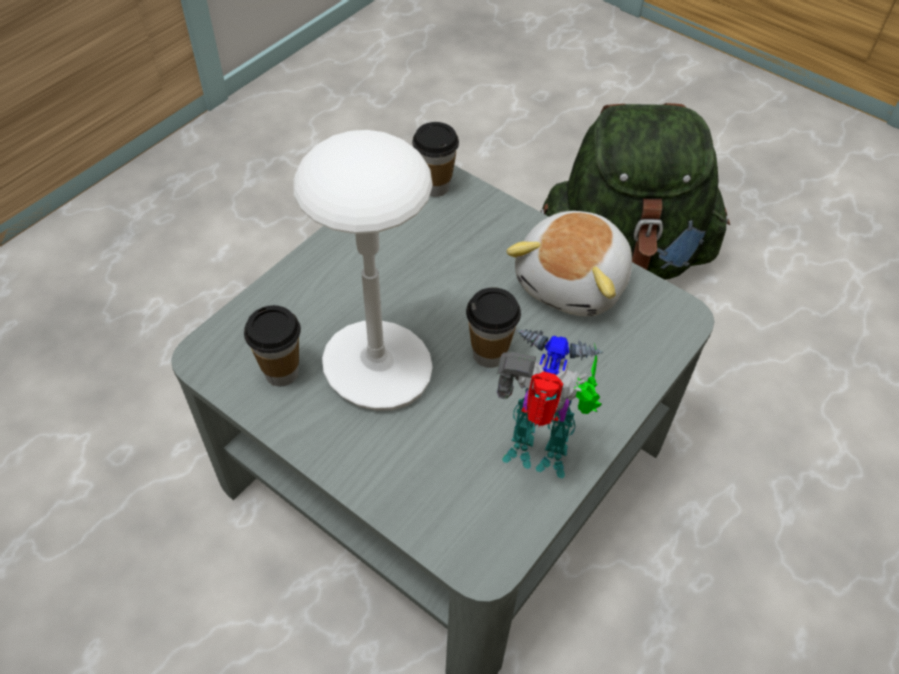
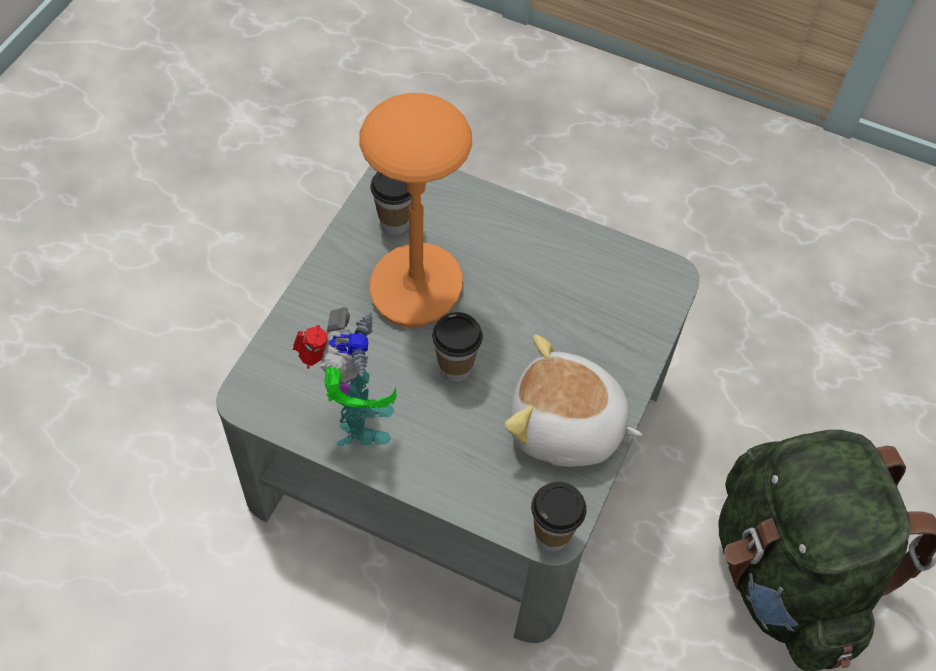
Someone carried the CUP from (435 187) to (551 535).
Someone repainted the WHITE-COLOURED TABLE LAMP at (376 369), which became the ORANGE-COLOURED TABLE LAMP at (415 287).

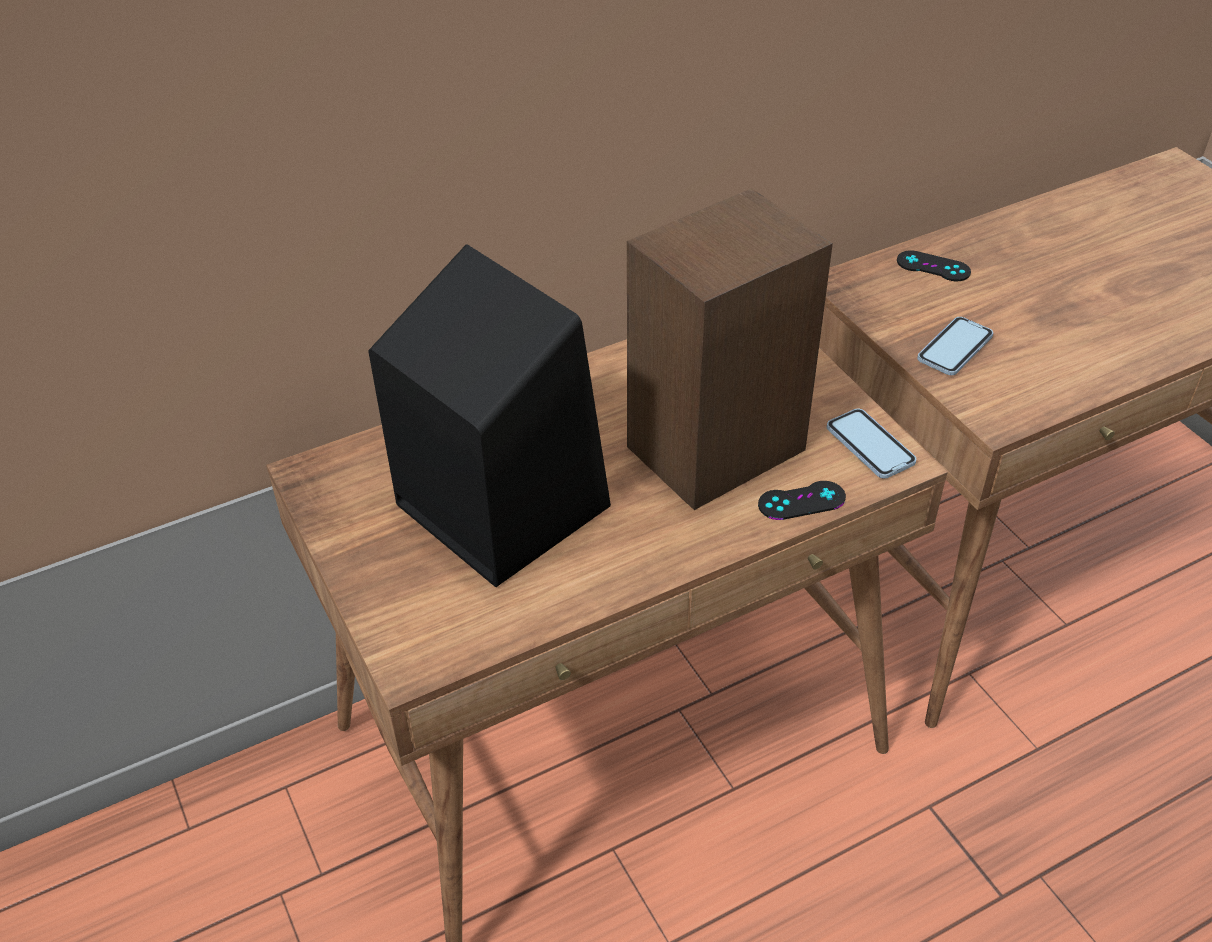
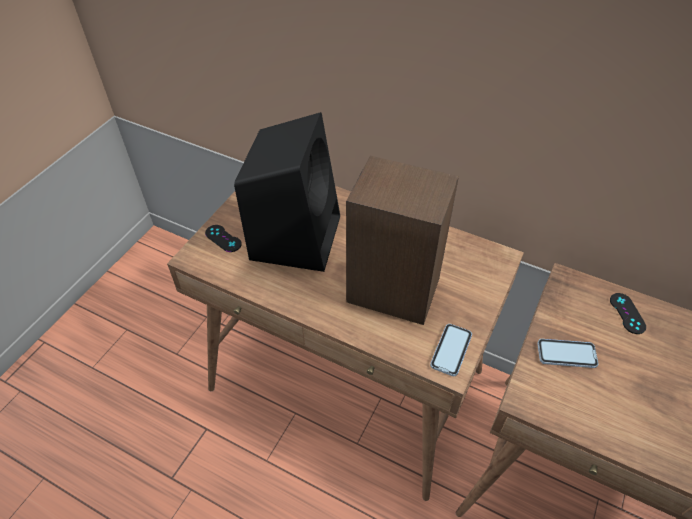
Someone carried the BLACK GAMEPAD from (801 501) to (223 238).

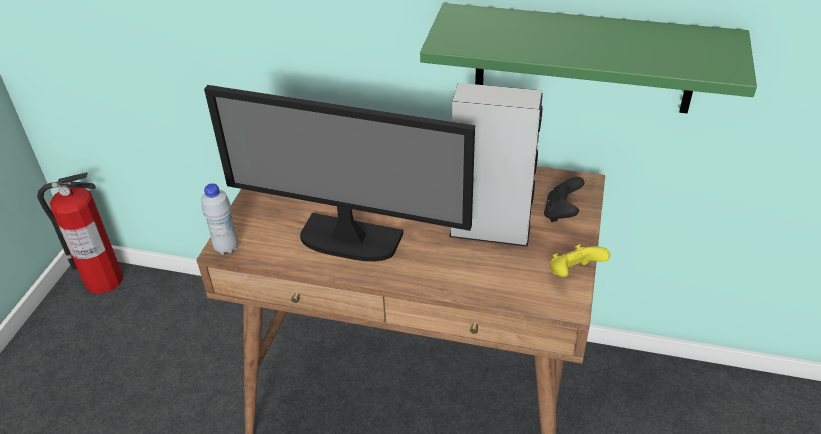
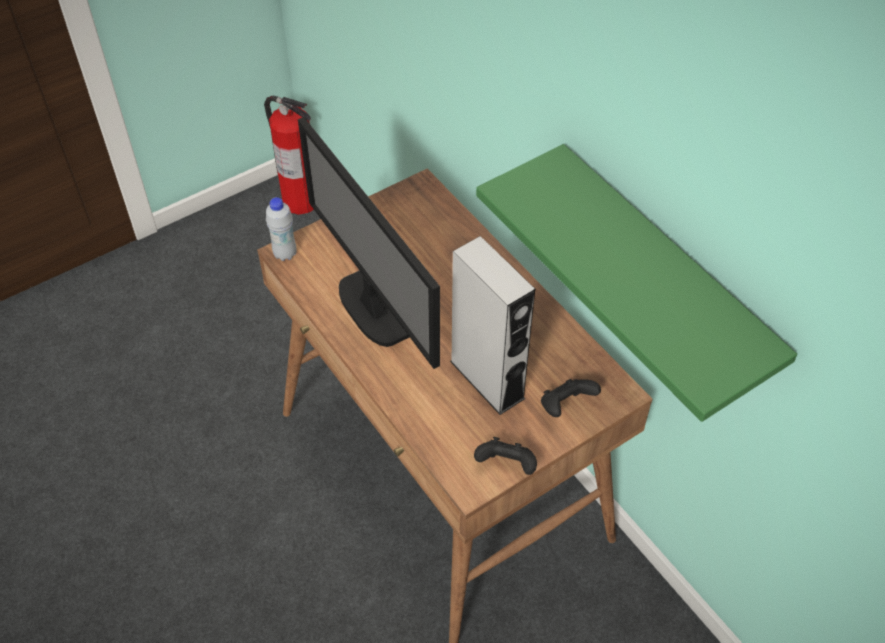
Someone repainted the YELLOWISH GAMEPAD at (573 274), which became the BLACK GAMEPAD at (506 465).

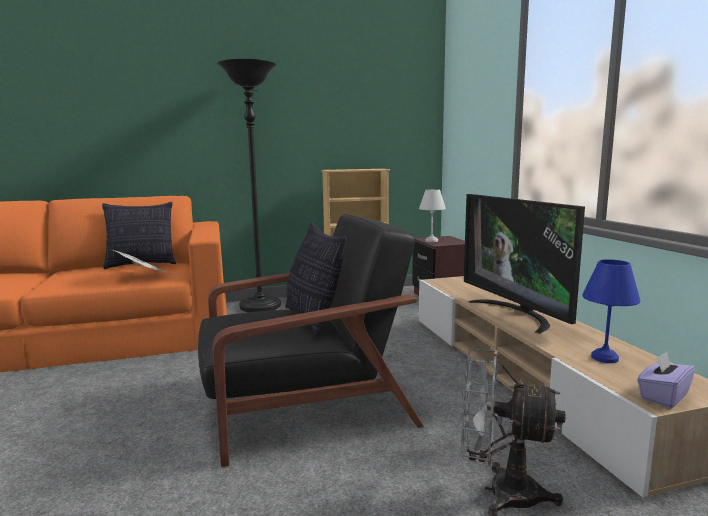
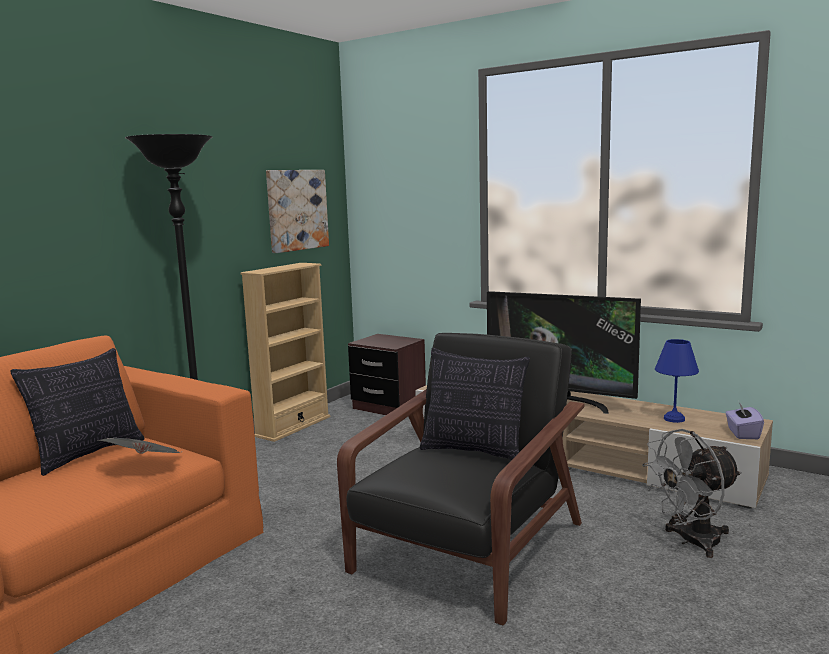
Someone took away the WHITE-COLOURED TABLE LAMP at (431 241).
Someone put up the WALL PICTURE at (296 210).

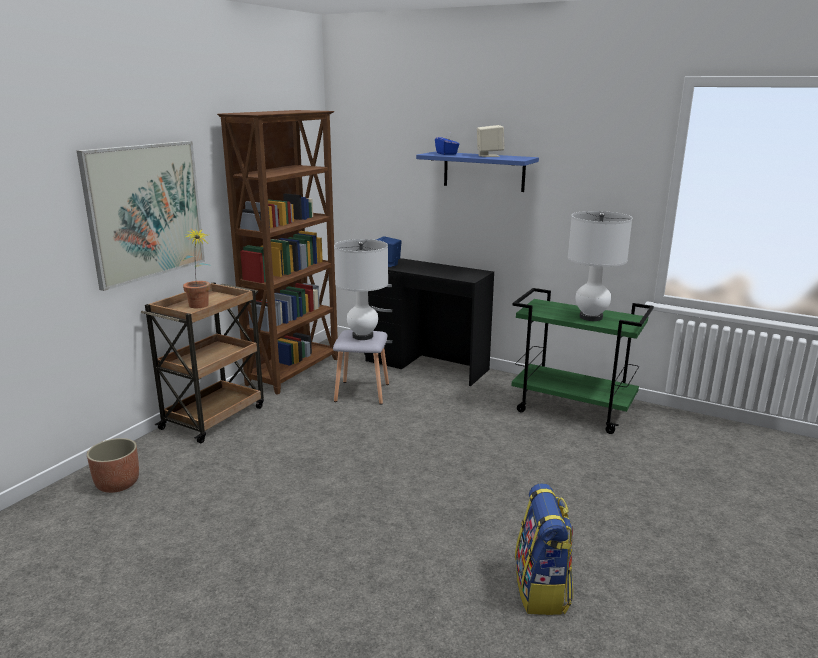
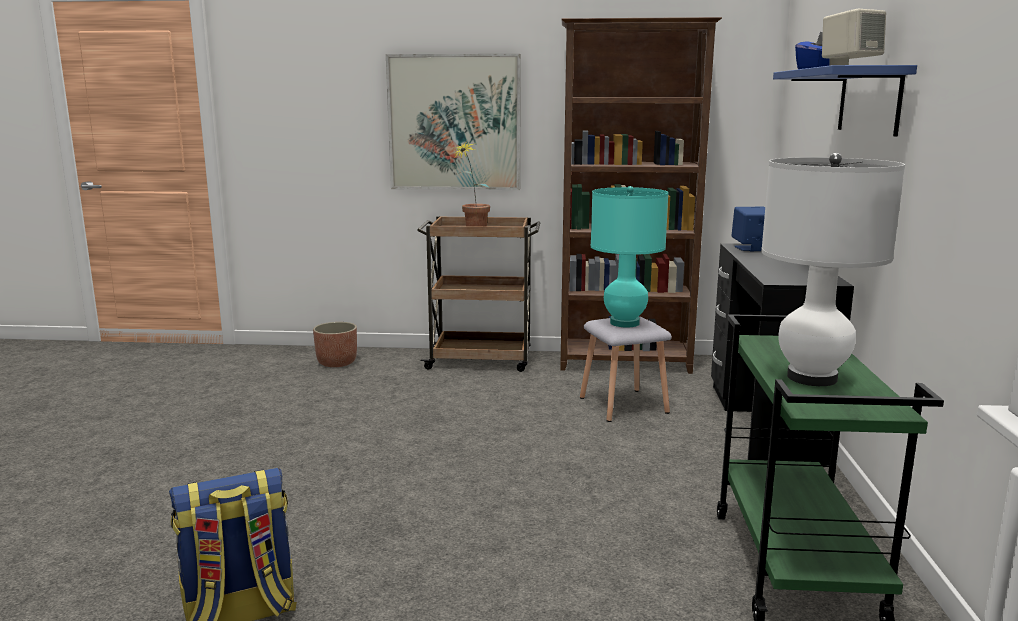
Someone repainted the WHITE-COLOURED TABLE LAMP at (363 336), which became the TURQUOISE-COLOURED TABLE LAMP at (624 323).

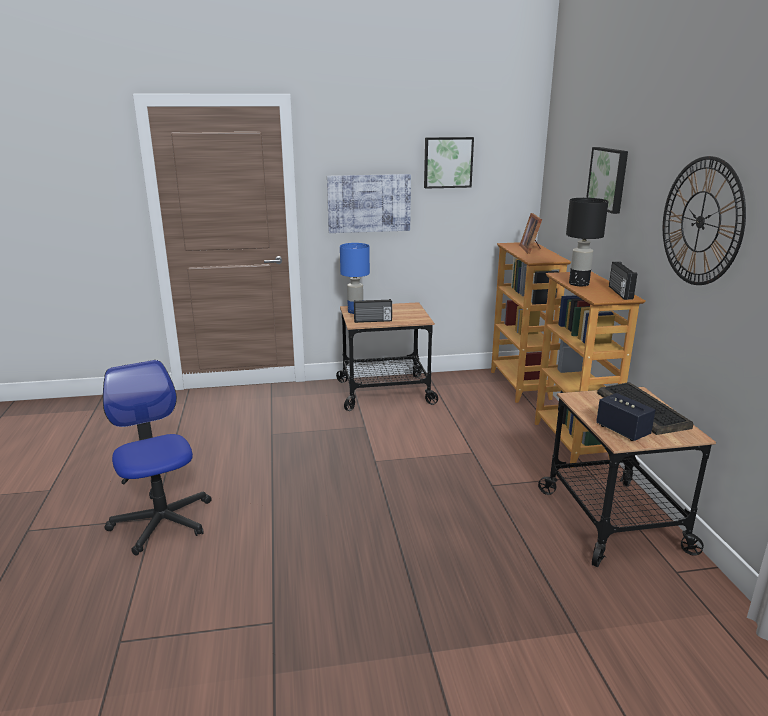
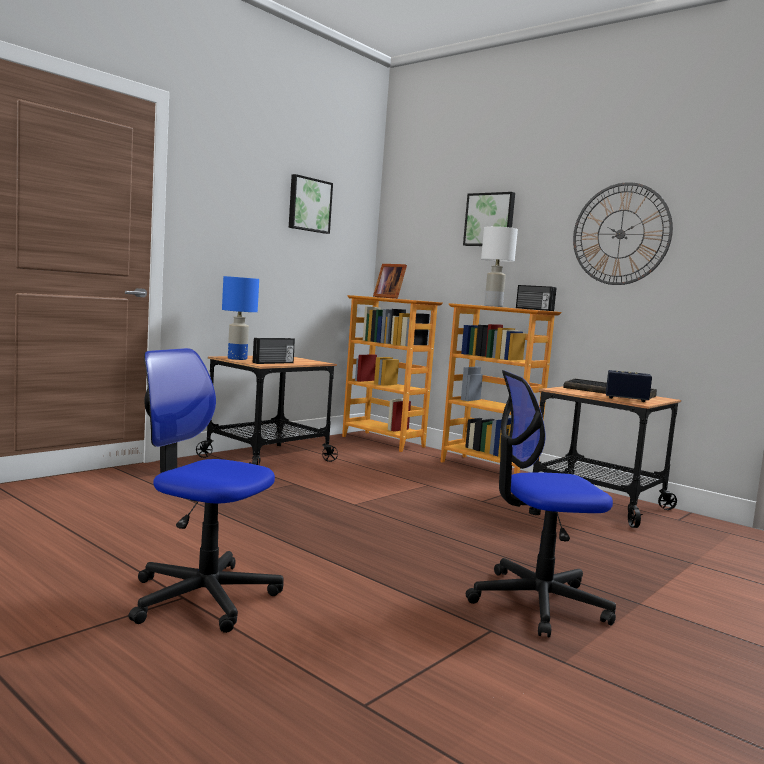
Someone took away the WALL PICTURE at (369 203).
Someone put down the COMPUTER CHAIR at (537 602).
Someone repainted the BLACK TABLE LAMP at (578 284), which became the WHITE-COLOURED TABLE LAMP at (492 306).

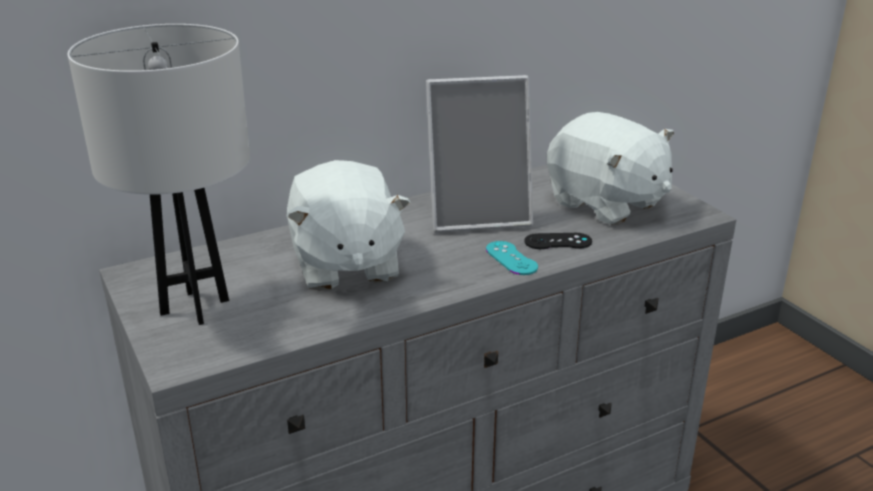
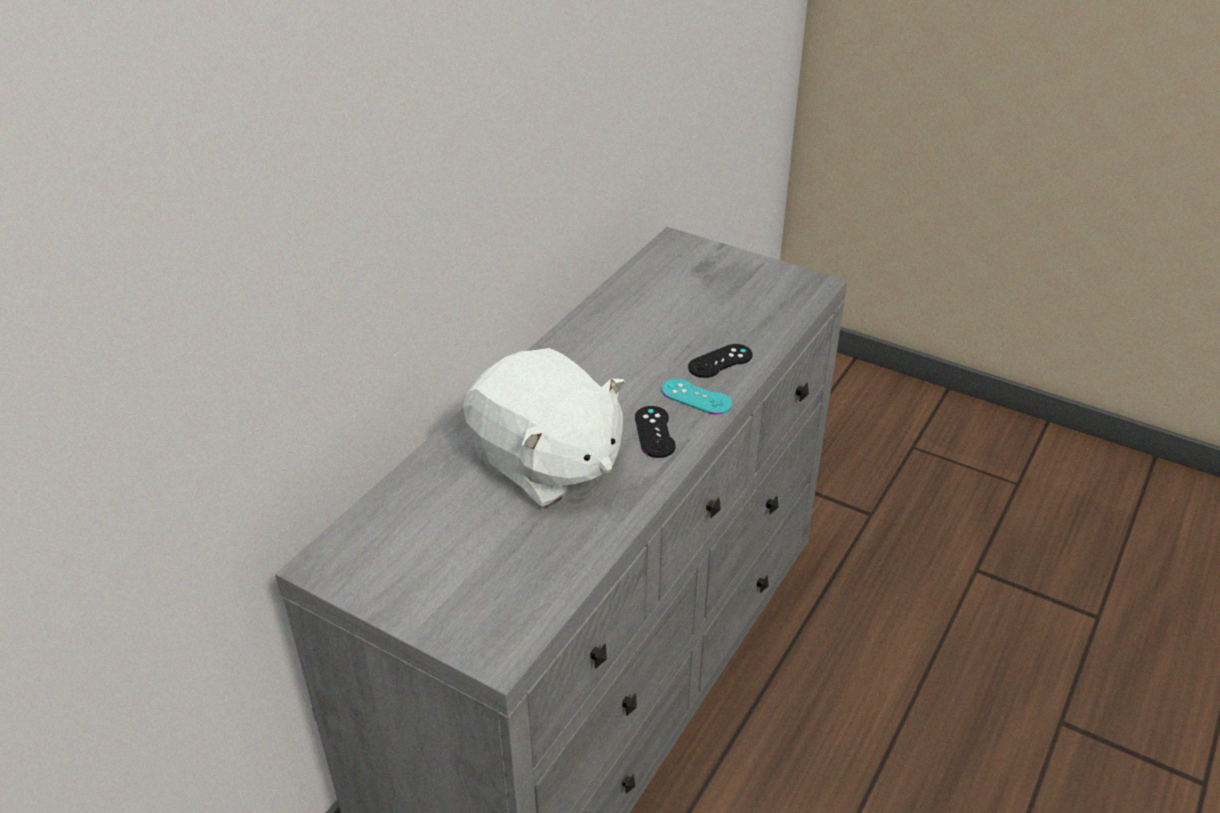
Someone took away the WHITE-COLOURED TABLE LAMP at (194 307).
Someone took away the STANDING FRAME at (478 214).
Someone took away the WHITE-COLOURED PLUSH TOY at (606 203).
Someone put down the BLACK GAMEPAD at (654 432).

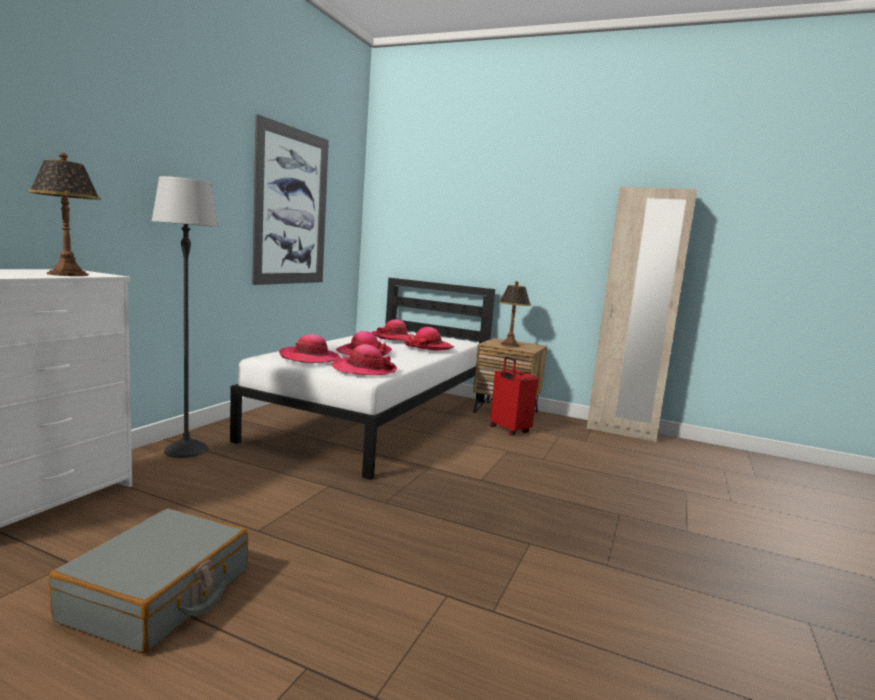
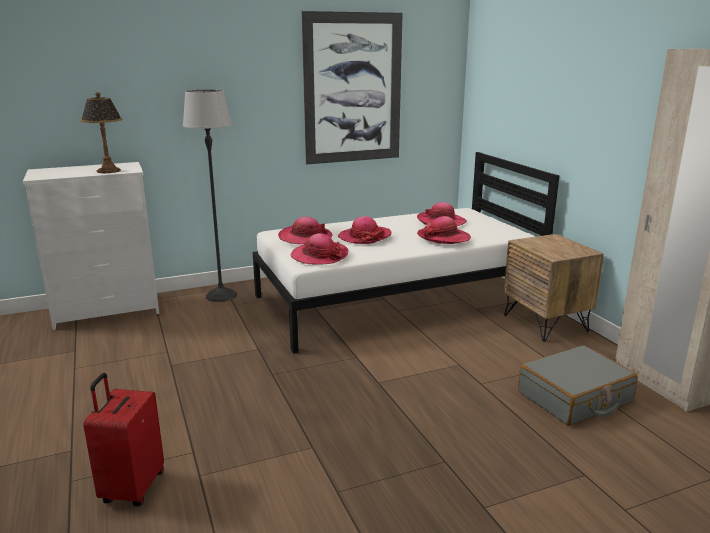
Someone took away the TABLE LAMP at (510 344).
Someone carried the GRAY SUITCASE from (159 595) to (575 397).
Someone carried the RED SUITCASE from (508 430) to (132 488).

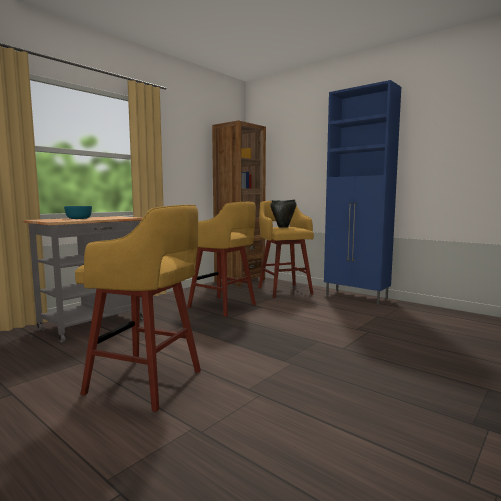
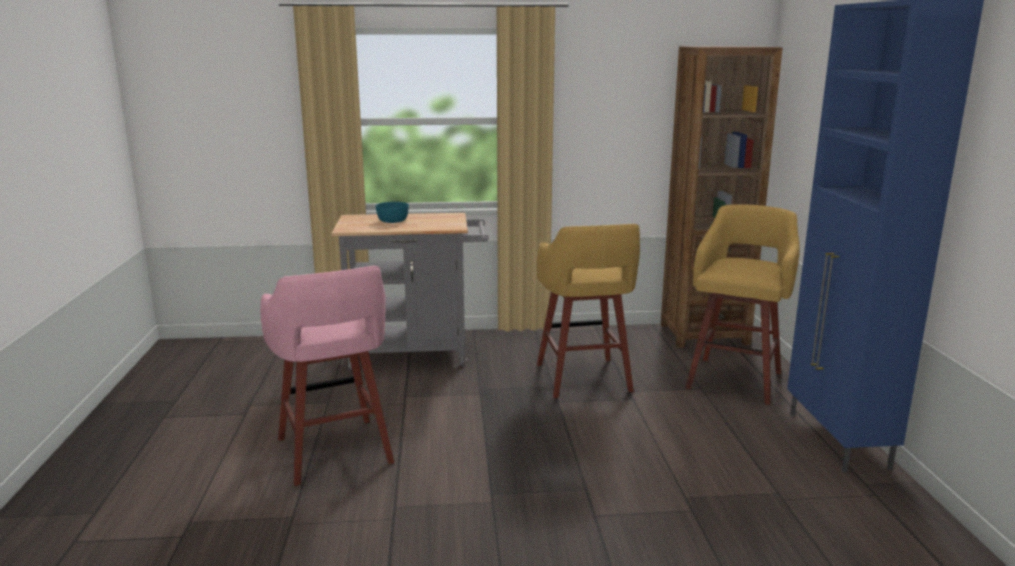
Someone took away the BLACK COOKING POT at (283 227).
Someone repainted the YELLOWISH SITTING STOOL at (147 383), which became the PINK SITTING STOOL at (335 453).

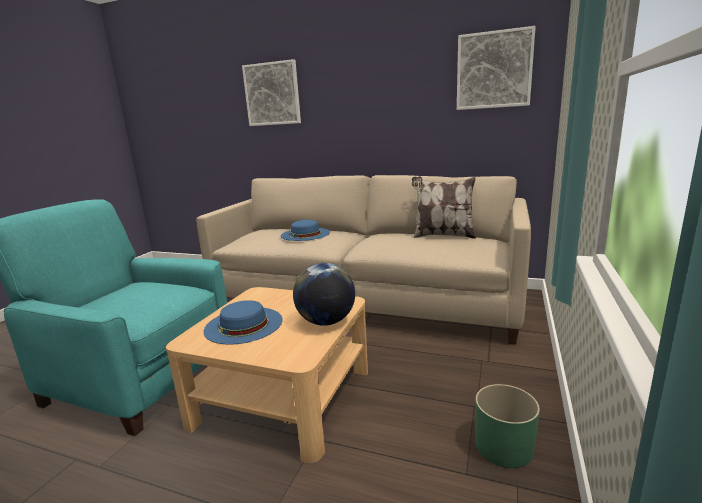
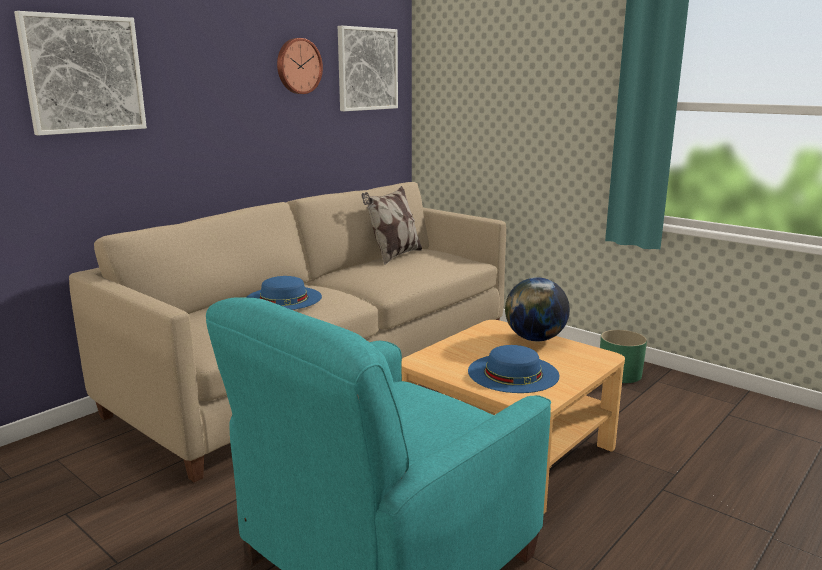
Someone put up the HANGING CLOCK at (298 66).

